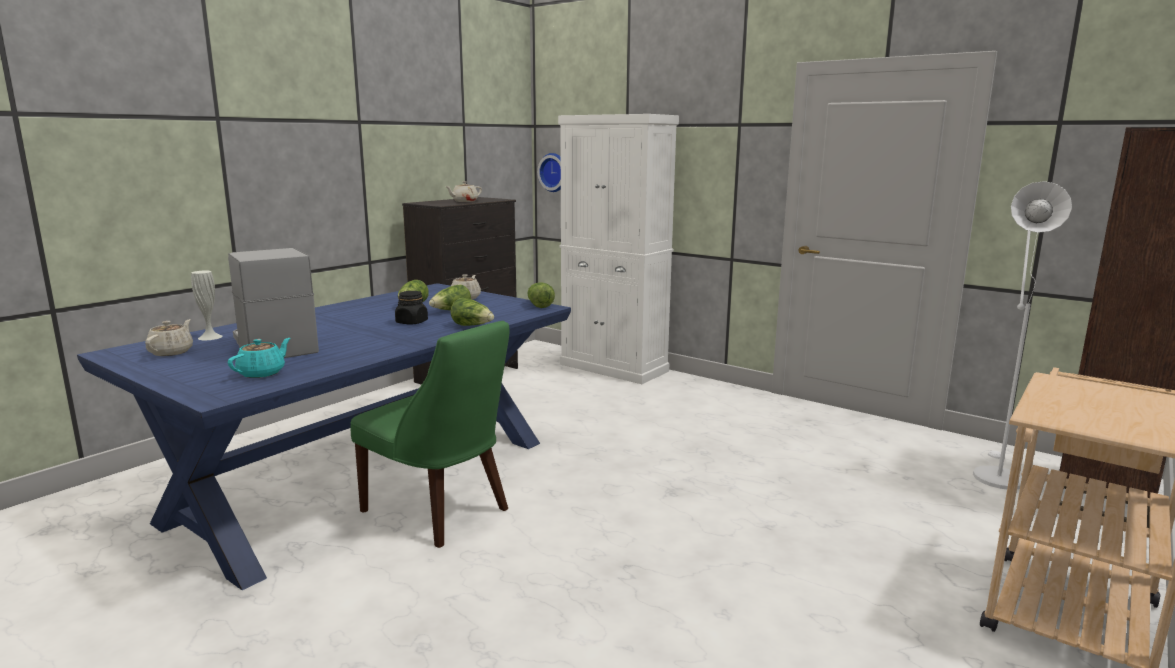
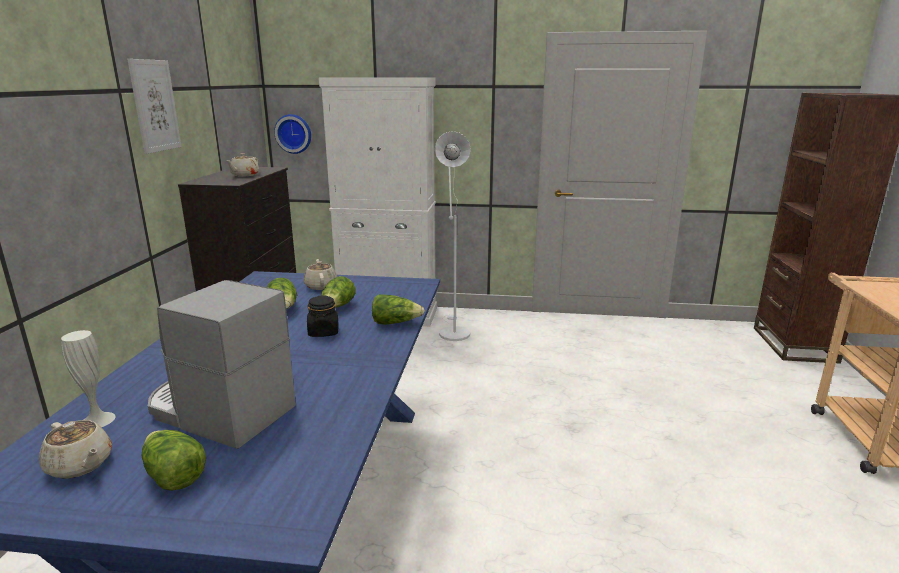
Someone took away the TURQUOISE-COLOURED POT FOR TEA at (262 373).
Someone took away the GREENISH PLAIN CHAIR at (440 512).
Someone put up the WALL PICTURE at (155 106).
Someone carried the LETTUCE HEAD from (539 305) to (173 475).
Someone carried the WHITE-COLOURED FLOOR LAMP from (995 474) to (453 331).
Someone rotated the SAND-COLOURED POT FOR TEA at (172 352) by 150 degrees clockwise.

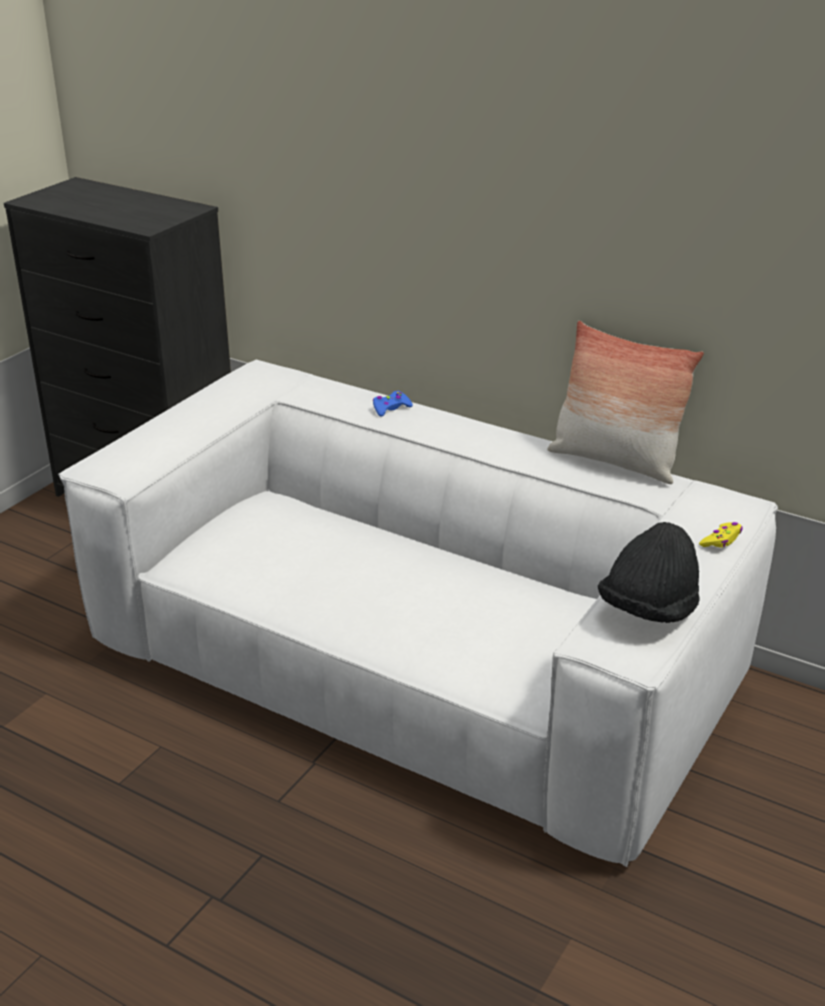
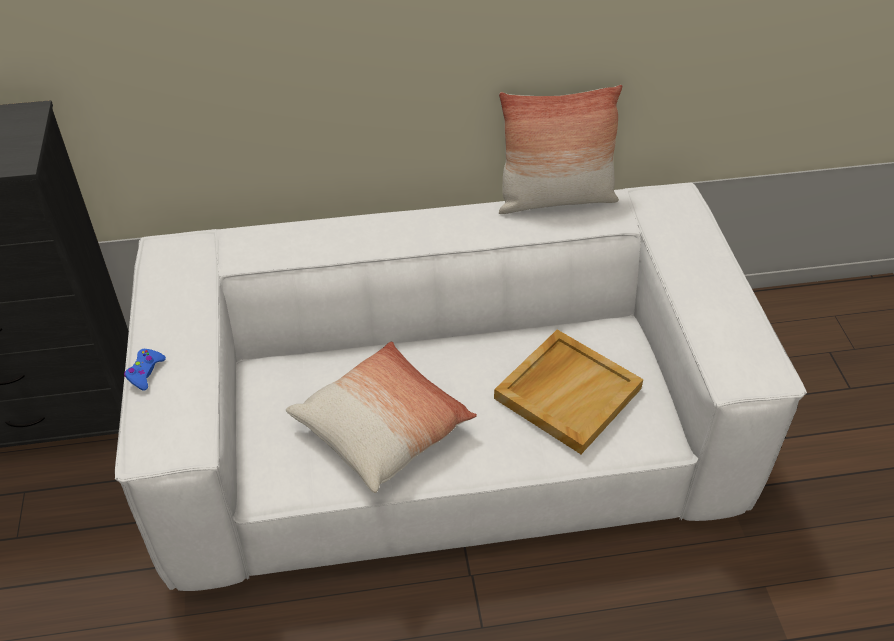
Someone took away the BLACK CLOTHING HAT at (648 610).
Someone took away the YELLOWISH GAMEPAD at (721 540).
Someone put down the THROW PILLOW at (382 428).
Someone put down the SAND-COLOURED TRAY at (567 392).
Someone carried the BLUE GAMEPAD from (390 408) to (145 372).

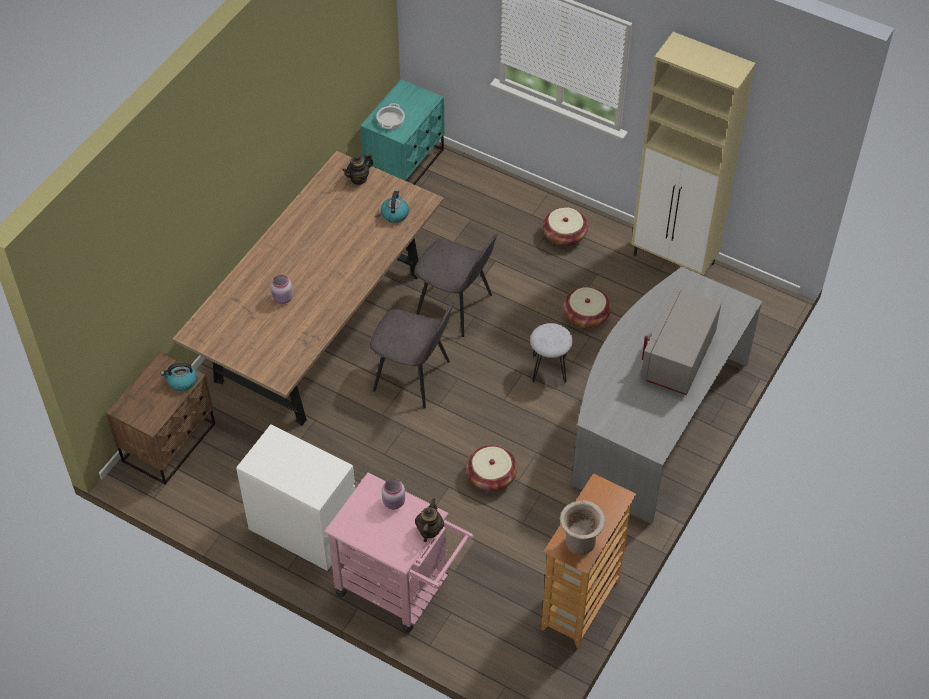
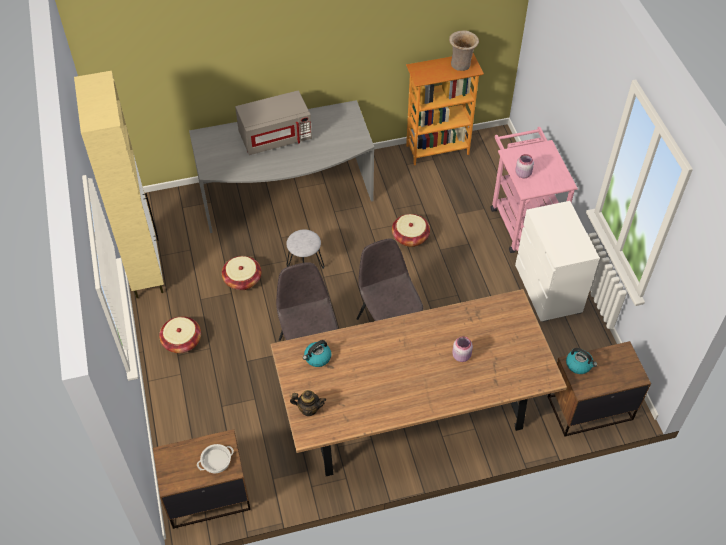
Someone took away the POT FOR TEA at (429 530).
Someone repainted the TURQUOISE-COLOURED NIGHTSTAND at (405 164), which became the BROWN-COLOURED NIGHTSTAND at (207 496).

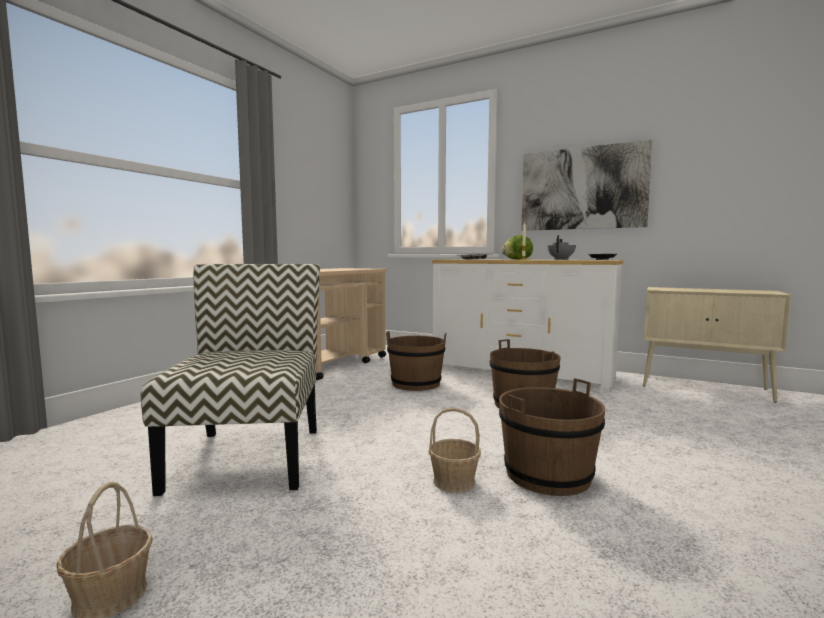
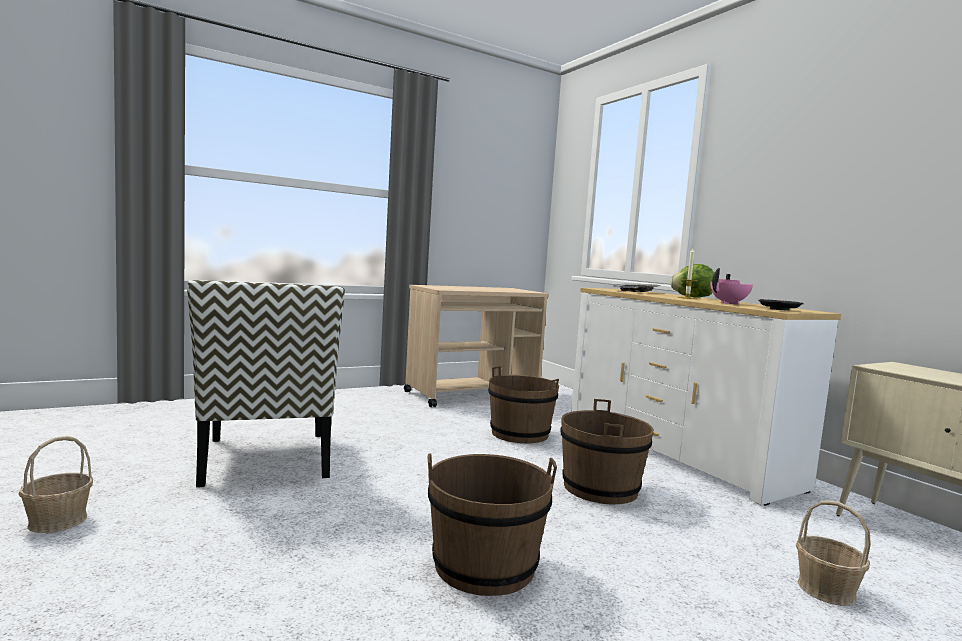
Someone took away the WALL PICTURE at (582 188).
Someone carried the BASKET from (454 481) to (826 589).
Someone repainted the GRAY POT FOR TEA at (561 259), which became the PINK POT FOR TEA at (729 303).
Someone rotated the PLAIN CHAIR at (248 456) by 135 degrees clockwise.

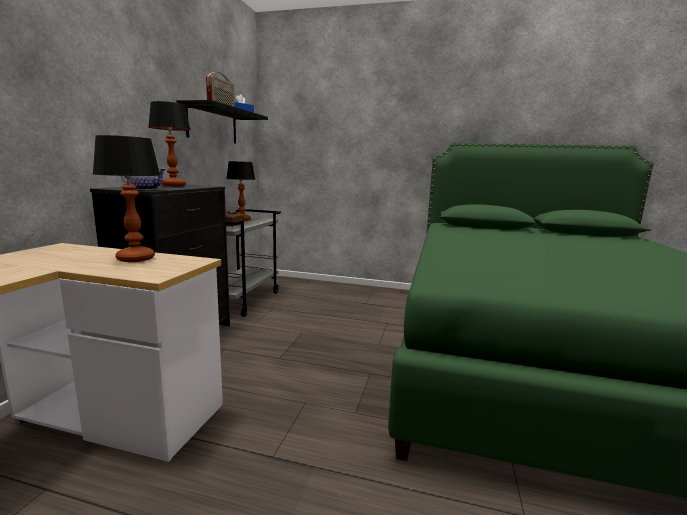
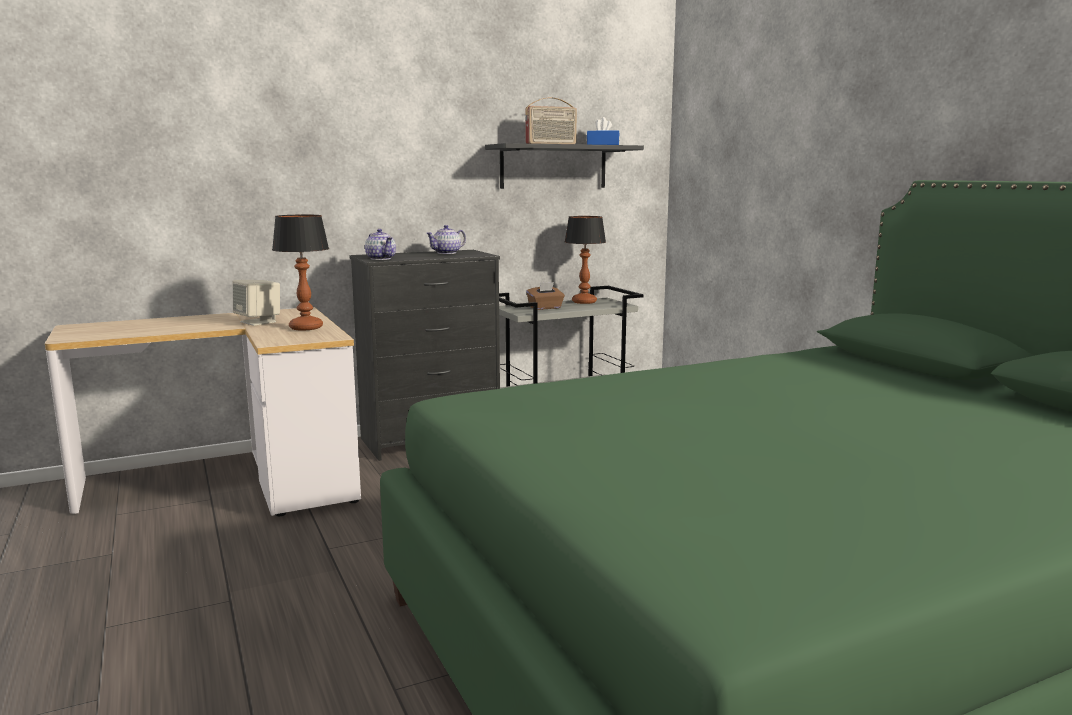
Someone put down the SAND-COLOURED SPEAKER at (258 322).
Someone swapped the TABLE LAMP at (174 185) for the POT FOR TEA at (447 253).

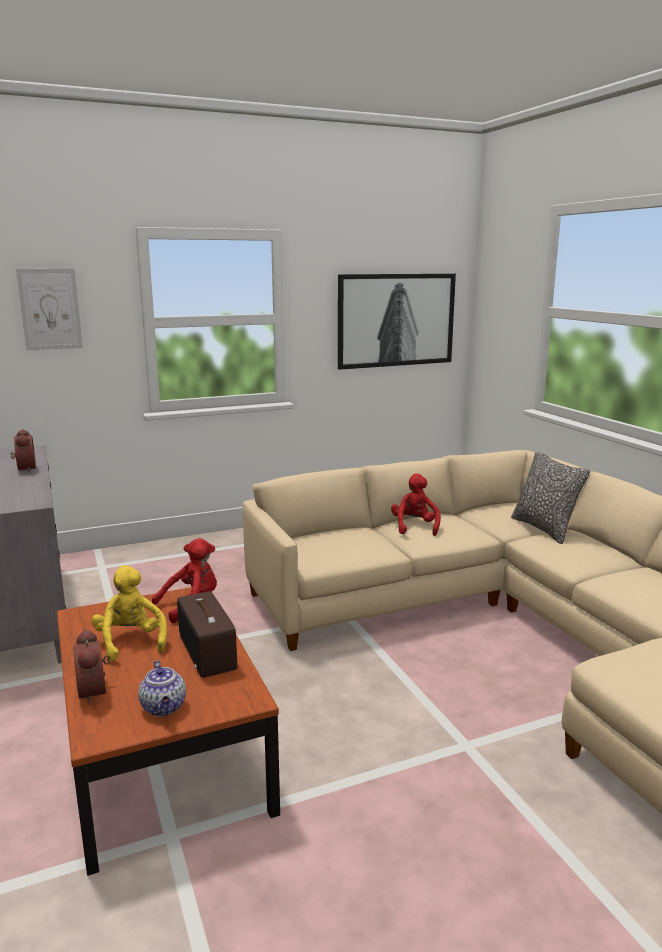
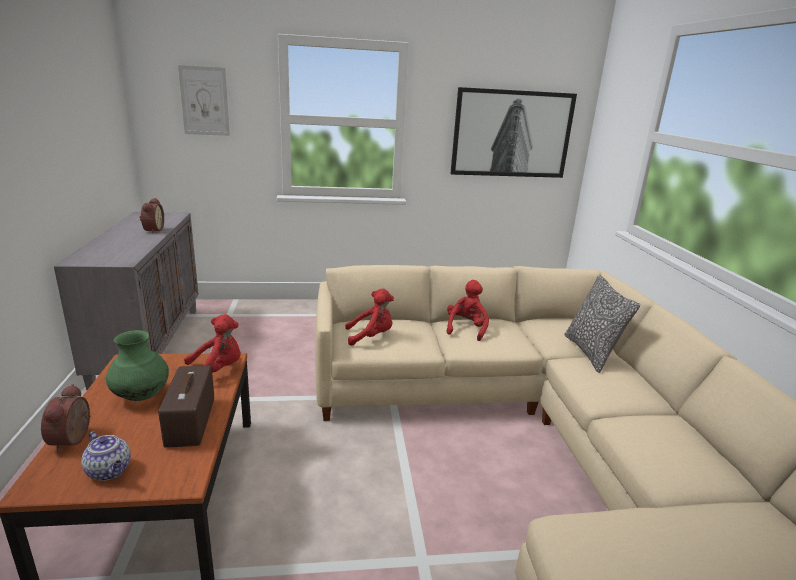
Someone put down the RED PLUSH TOY at (371 337).
Someone swapped the YELLOWISH PLUSH TOY at (131 642) for the GREENISH VASE at (141 396).
Someone rotated the POT FOR TEA at (164 707) by 45 degrees counterclockwise.

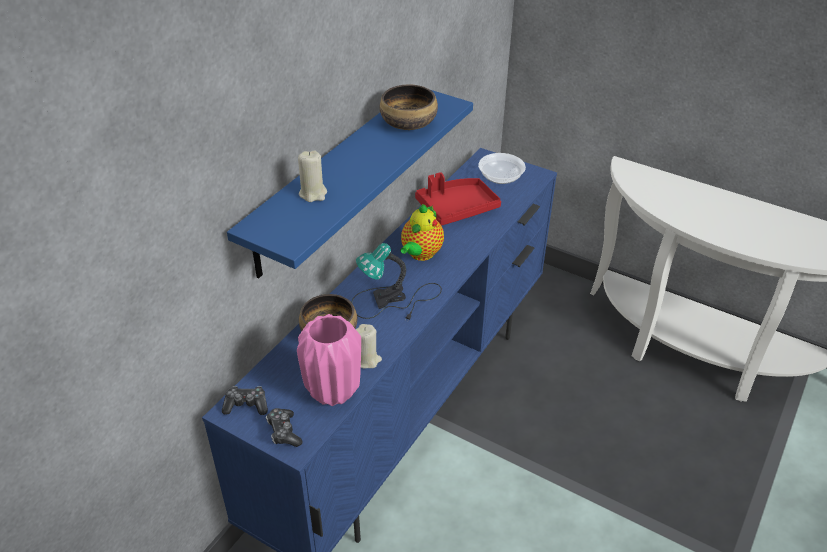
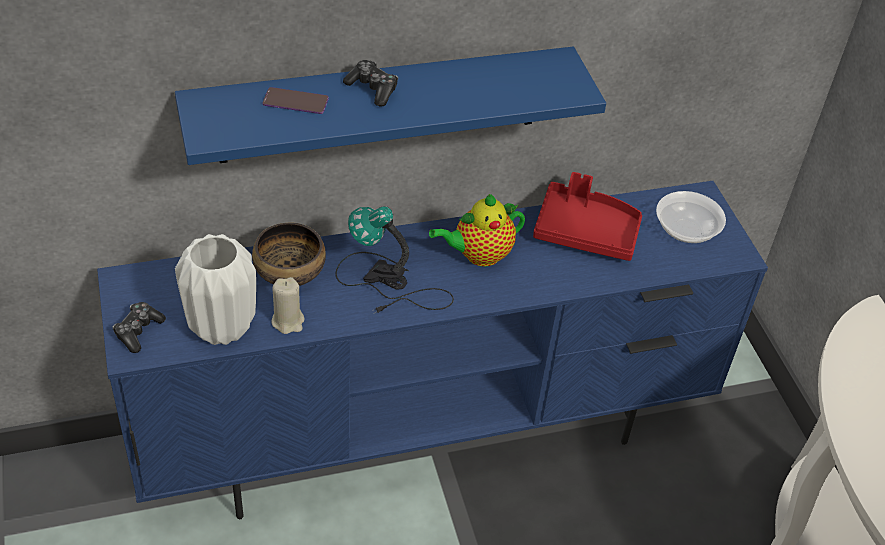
Someone took away the BOWL at (409 123).
Someone carried the GAMEPAD from (246 405) to (372 89).
Someone swapped the SAND-COLOURED CANDLE at (313 193) for the PHONE at (295 102).
Someone repainted the PINK VASE at (333 391), which became the WHITE-COLOURED VASE at (222 327).

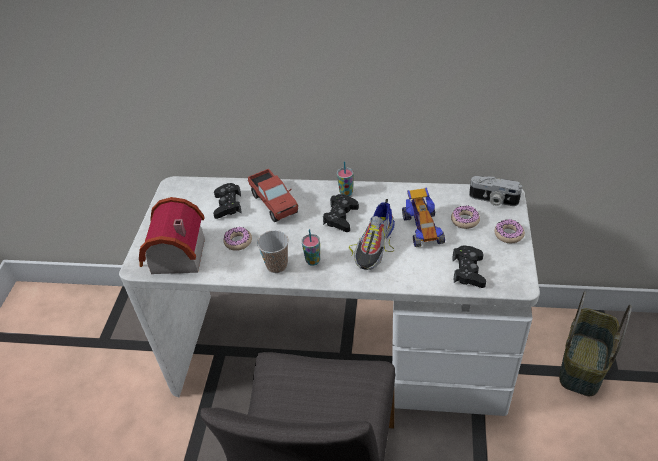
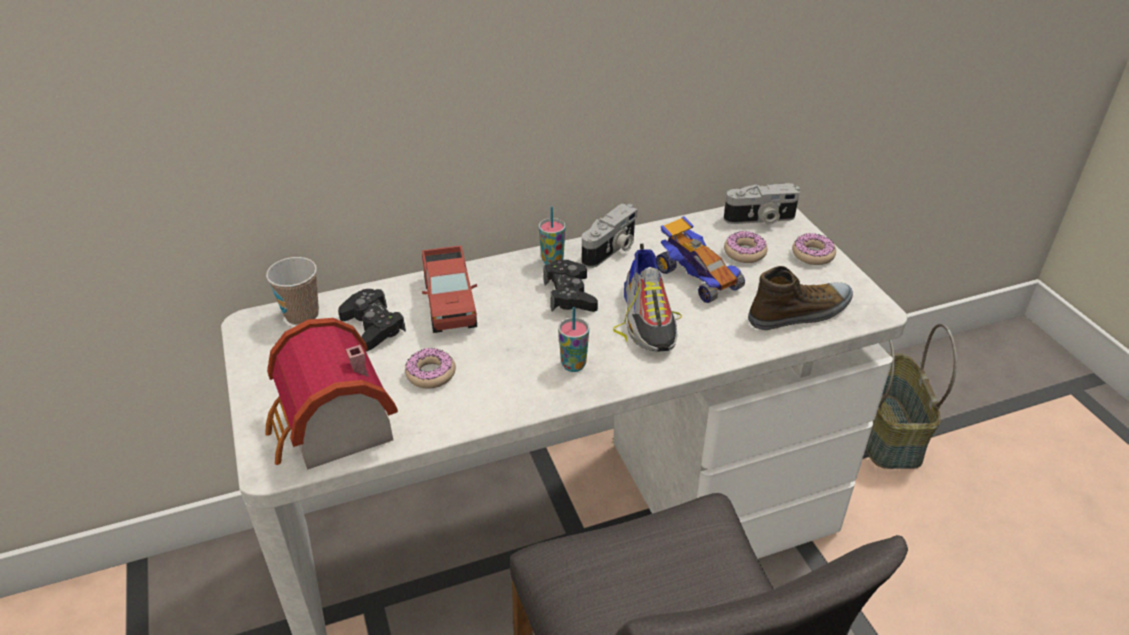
Someone put down the STILL CAMERA at (611 250).
Someone carried the CUP from (277 265) to (302 315).
Someone swapped the BLACK GAMEPAD at (468 271) for the LOW SHOE at (800 313).
Someone rotated the MODEL TRUCK at (274 203) by 45 degrees clockwise.

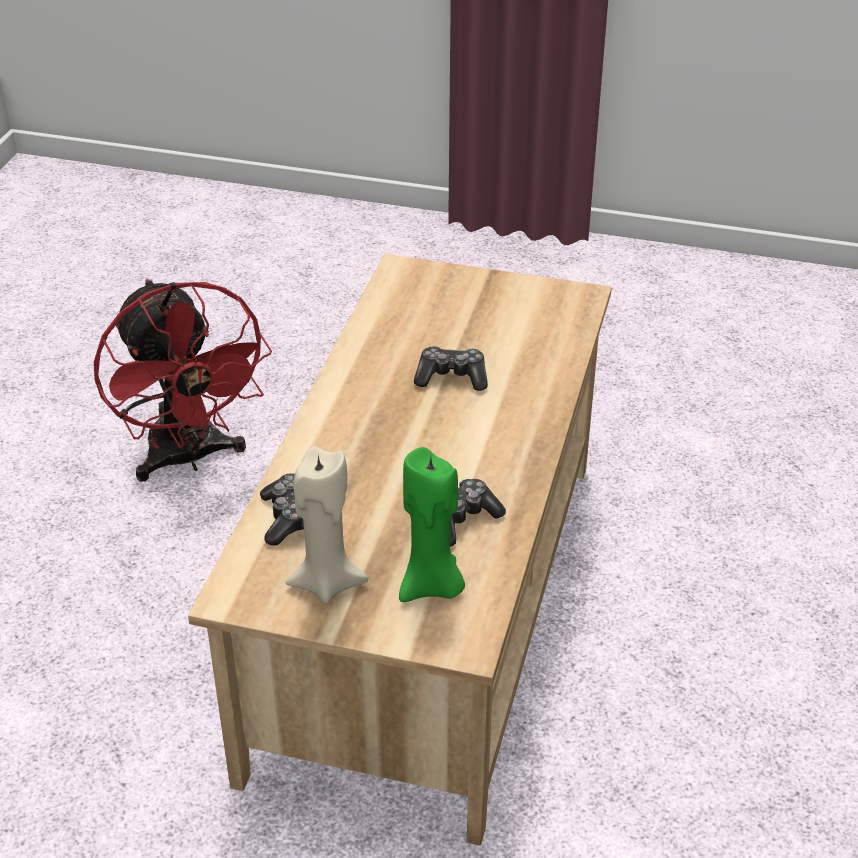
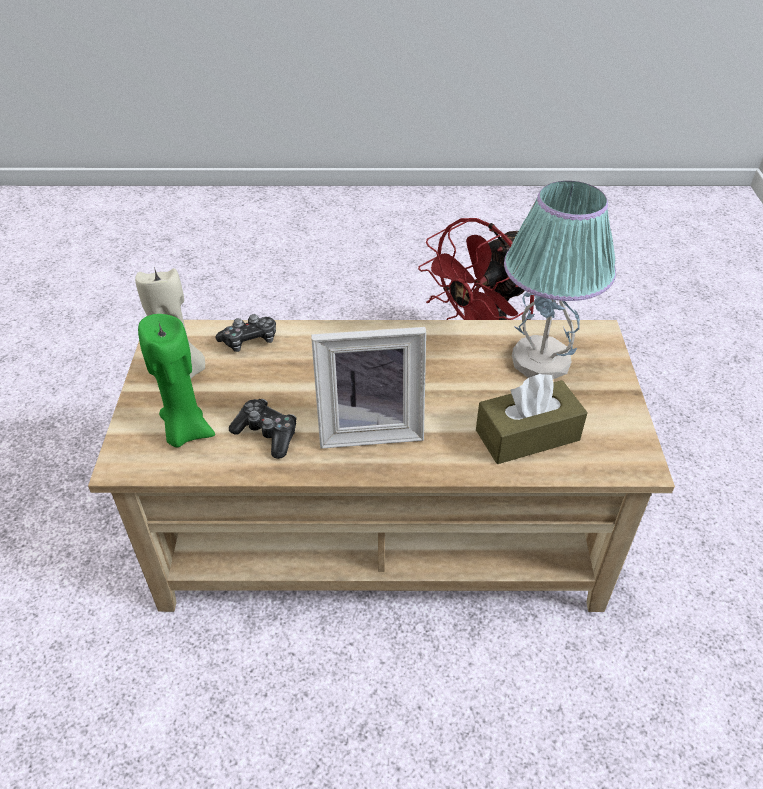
Someone took away the GAMEPAD at (452 377).
Someone put down the STANDING FRAME at (370 428).
Someone put down the BROWN-COLOURED TISSUE BOX at (527 435).
Someone put down the TABLE LAMP at (542 361).

